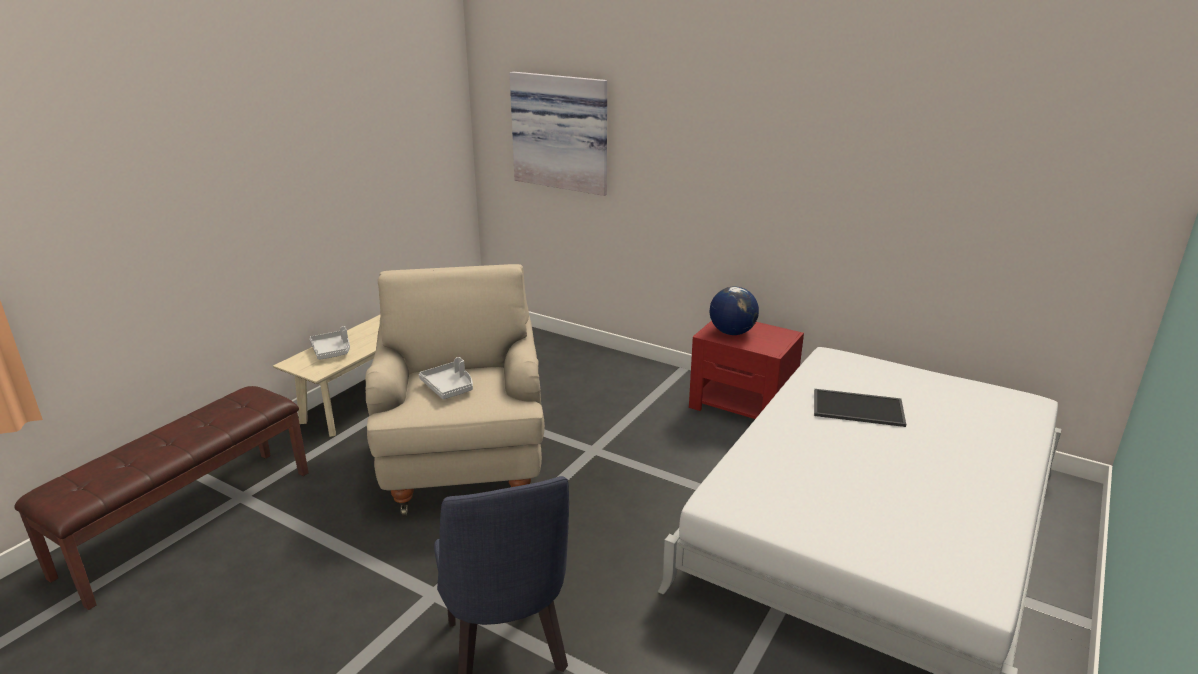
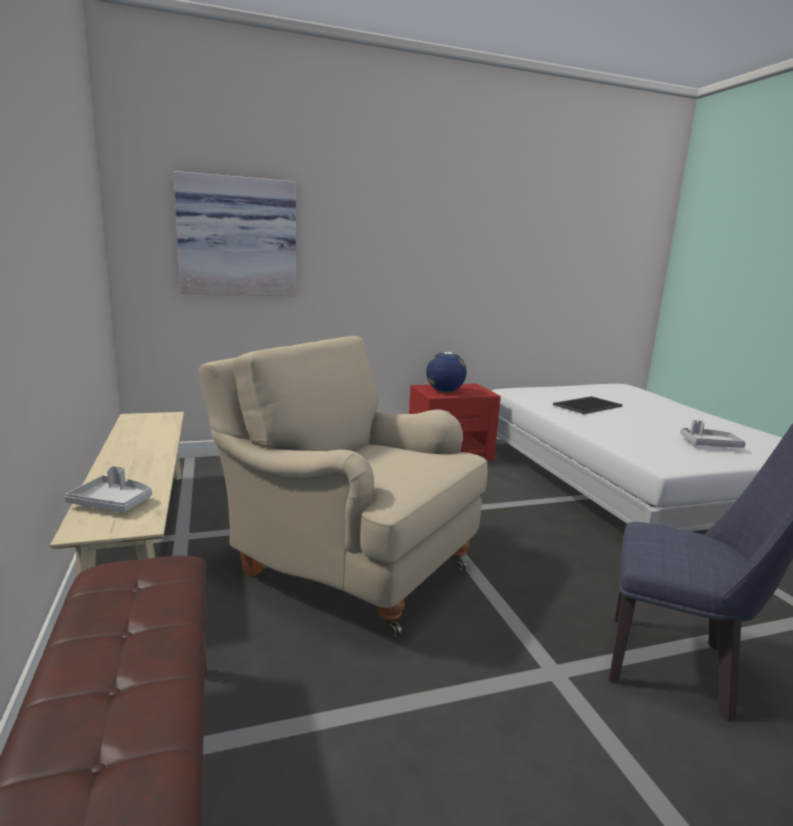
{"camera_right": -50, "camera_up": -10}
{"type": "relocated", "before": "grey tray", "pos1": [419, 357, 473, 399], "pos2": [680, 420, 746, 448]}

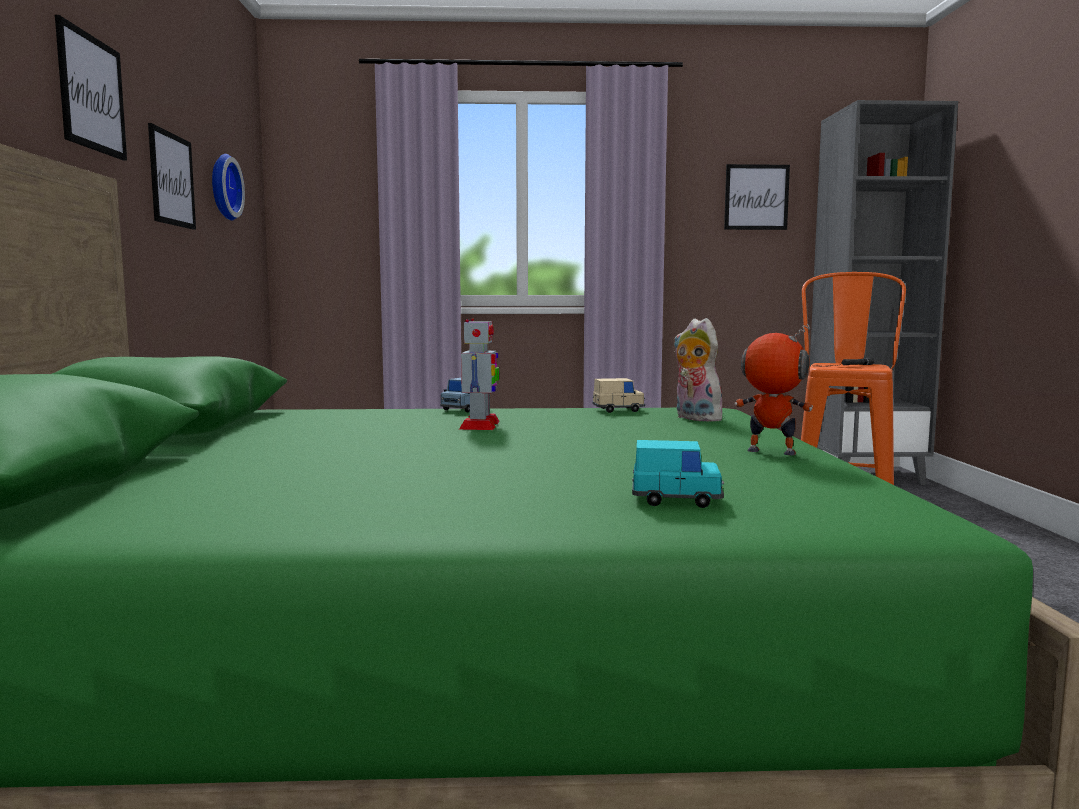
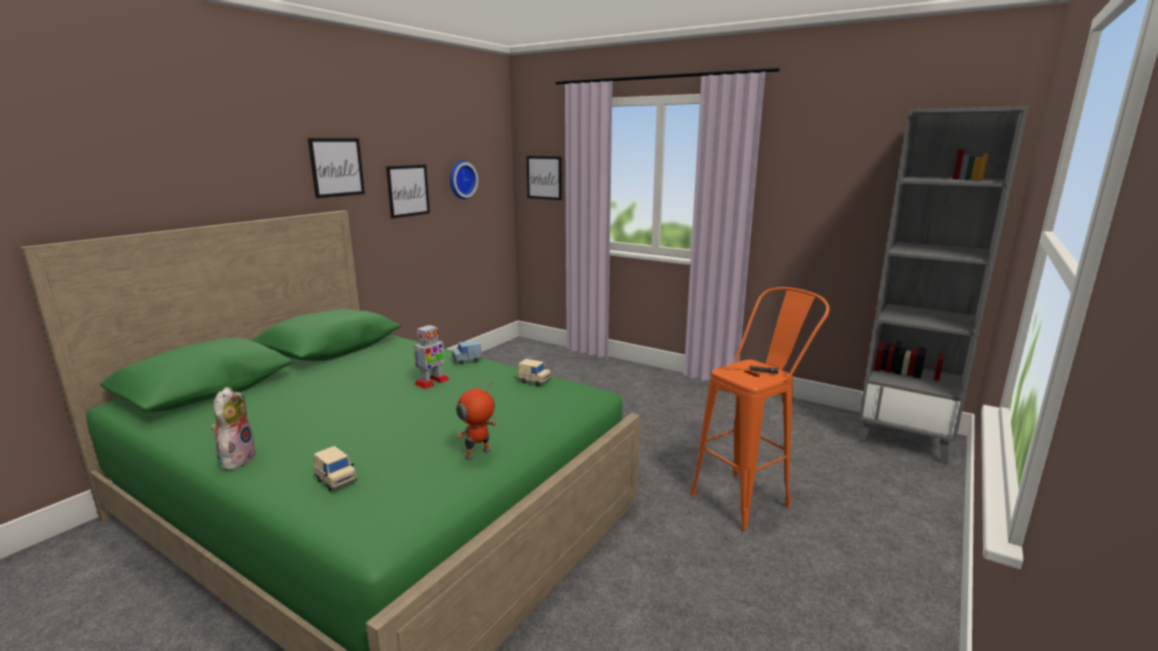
{"camera_right": 35, "camera_up": 10}
{"type": "relocated", "before": "plush toy", "pos1": [673, 318, 724, 422], "pos2": [211, 387, 257, 470]}
{"type": "colour", "before": "turquoise toy car", "after": "beige toy car", "pos1": [632, 440, 724, 508], "pos2": [314, 446, 357, 491]}
{"type": "spun", "before": "toy robot", "pos1": [734, 324, 813, 455], "pos2": [456, 381, 497, 460], "turn": -105}
{"type": "relocated", "before": "picture", "pos1": [724, 164, 790, 230], "pos2": [527, 156, 562, 200]}

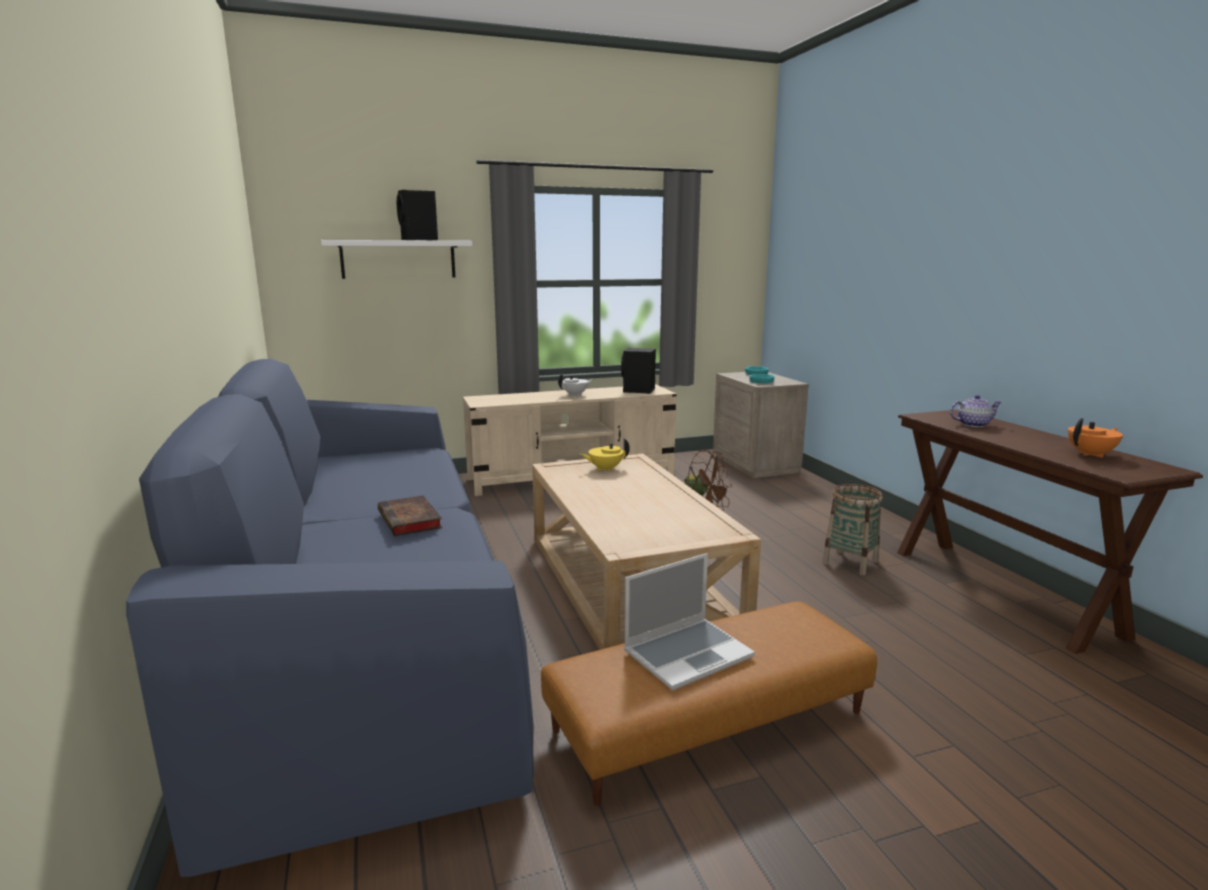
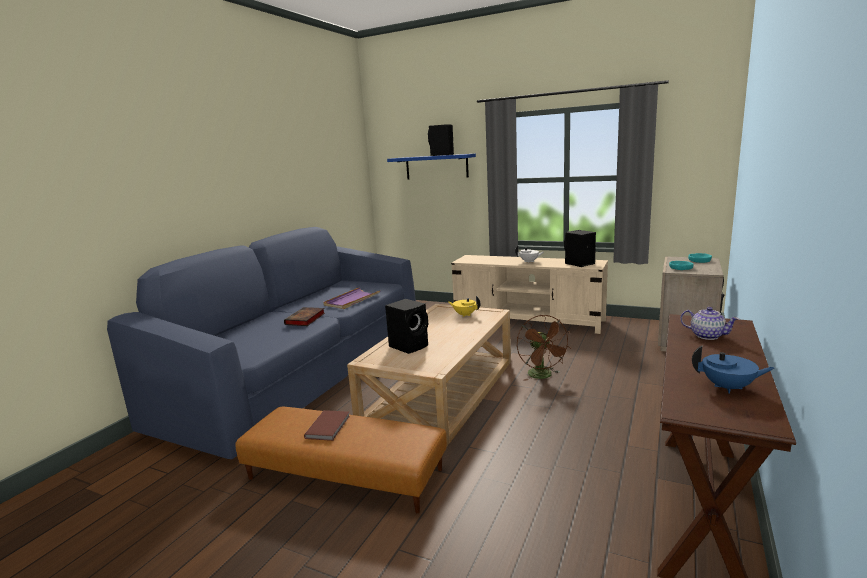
{"camera_right": 45, "camera_up": 0}
{"type": "exchanged", "before": "laptop", "after": "brown book", "pos1": [624, 553, 755, 690], "pos2": [304, 410, 350, 441]}
{"type": "appeared", "after": "purple tray", "pos2": [323, 287, 381, 309]}
{"type": "appeared", "after": "black speaker", "pos2": [385, 299, 428, 354]}
{"type": "colour", "before": "white shelf", "after": "blue shelf", "pos1": [321, 240, 472, 279], "pos2": [387, 154, 476, 179]}
{"type": "colour", "before": "orange teapot", "after": "blue teapot", "pos1": [1068, 418, 1123, 458], "pos2": [692, 346, 774, 394]}
{"type": "missing", "before": "basket", "pos1": [822, 484, 883, 575]}

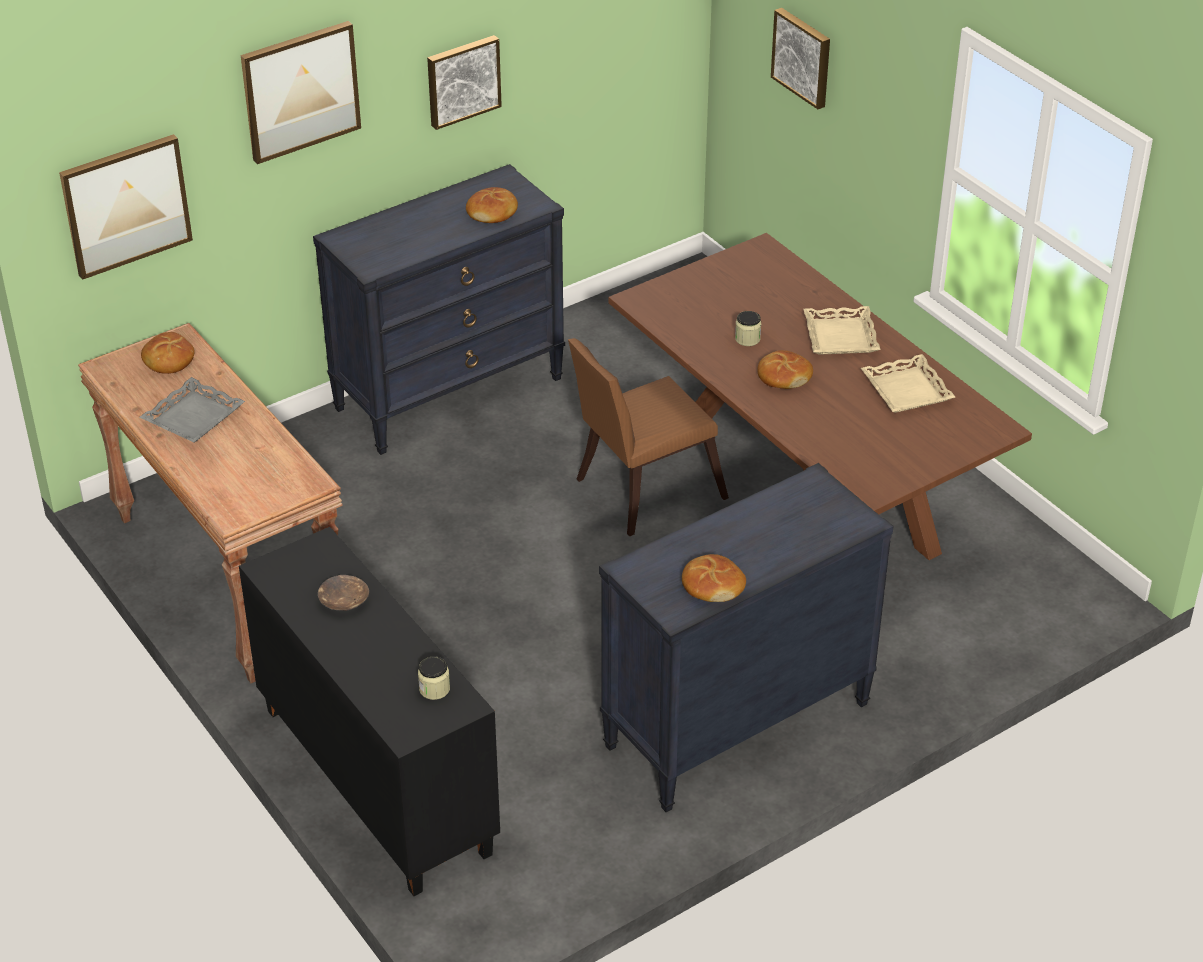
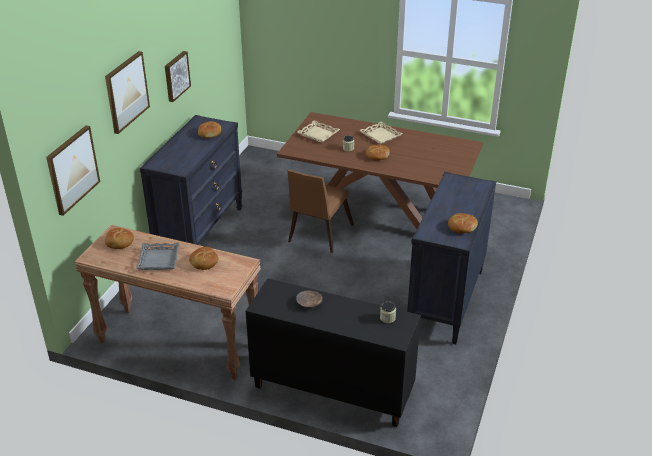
{"camera_right": -35, "camera_up": -5}
{"type": "appeared", "after": "bread", "pos2": [189, 247, 219, 270]}
{"type": "relocated", "before": "beige tray", "pos1": [861, 354, 955, 413], "pos2": [297, 120, 340, 143]}
{"type": "missing", "before": "picture", "pos1": [771, 8, 830, 109]}

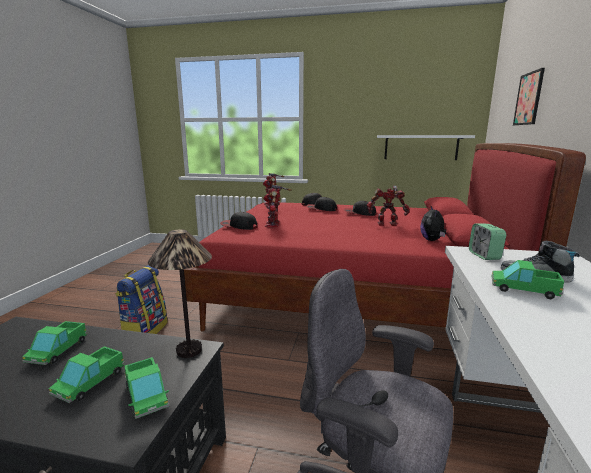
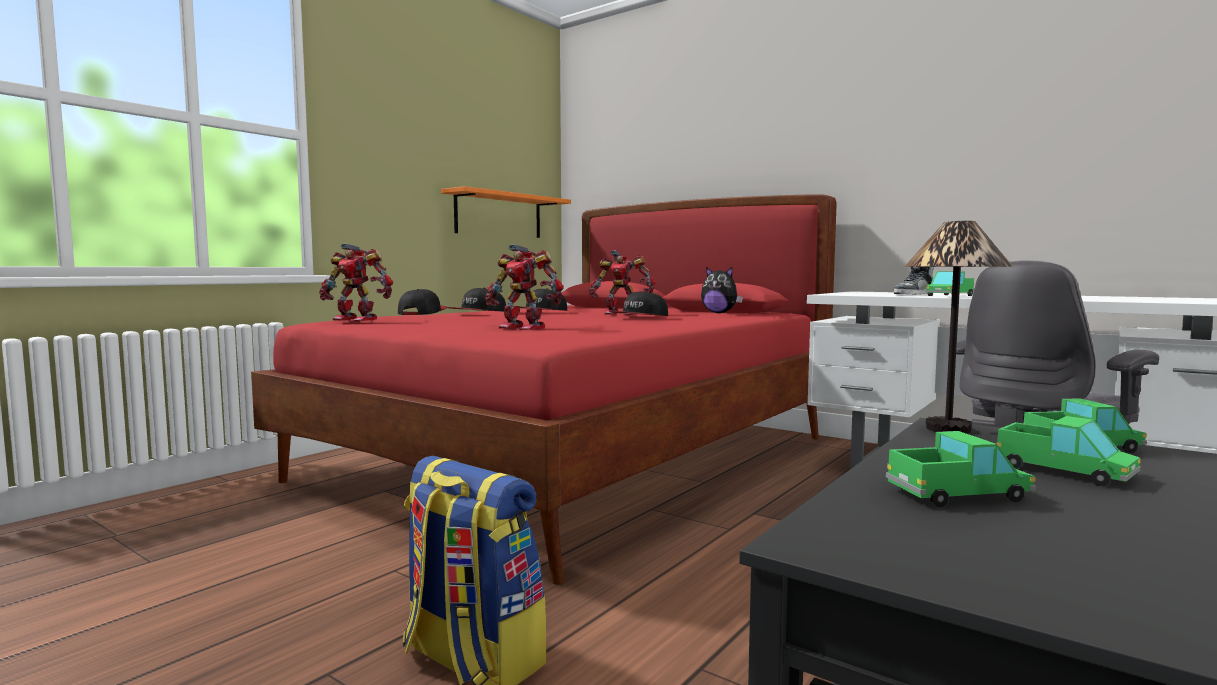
{"camera_right": -65, "camera_up": -10}
{"type": "colour", "before": "white shelf", "after": "orange shelf", "pos1": [377, 135, 475, 160], "pos2": [441, 186, 571, 238]}
{"type": "spun", "before": "toy robot", "pos1": [367, 185, 410, 226], "pos2": [589, 250, 656, 315], "turn": -105}
{"type": "relocated", "before": "cap", "pos1": [220, 212, 258, 230], "pos2": [609, 291, 668, 316]}
{"type": "spun", "before": "toy truck", "pos1": [22, 321, 87, 365], "pos2": [886, 431, 1036, 507], "turn": -45}
{"type": "missing", "before": "alarm clock", "pos1": [469, 223, 506, 260]}
{"type": "missing", "before": "picture", "pos1": [513, 68, 545, 125]}

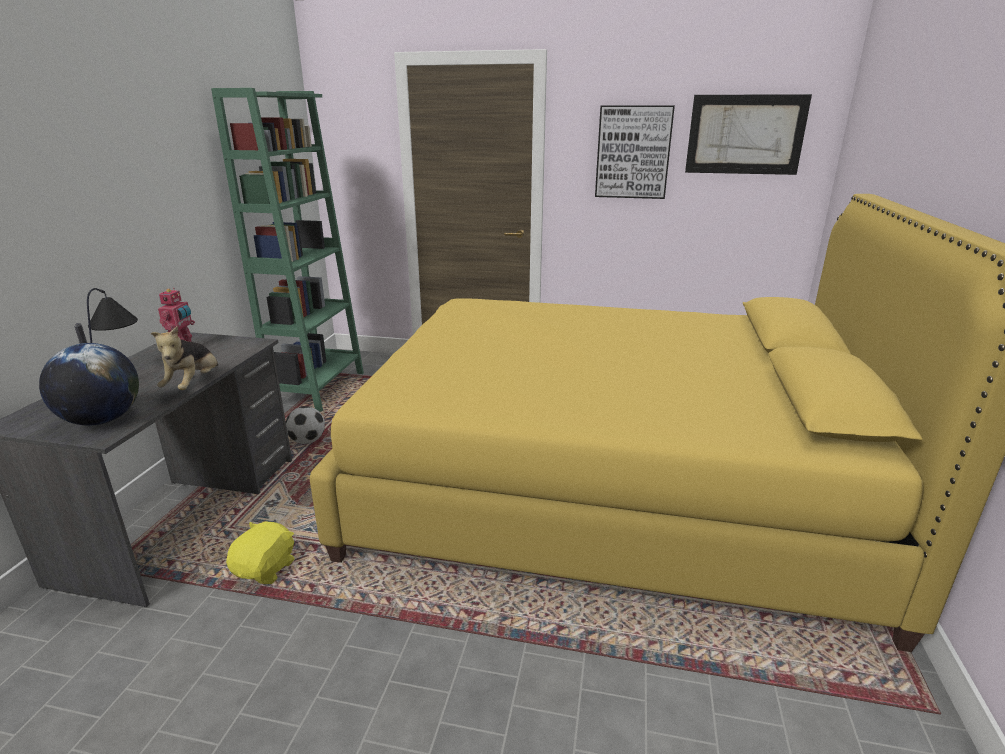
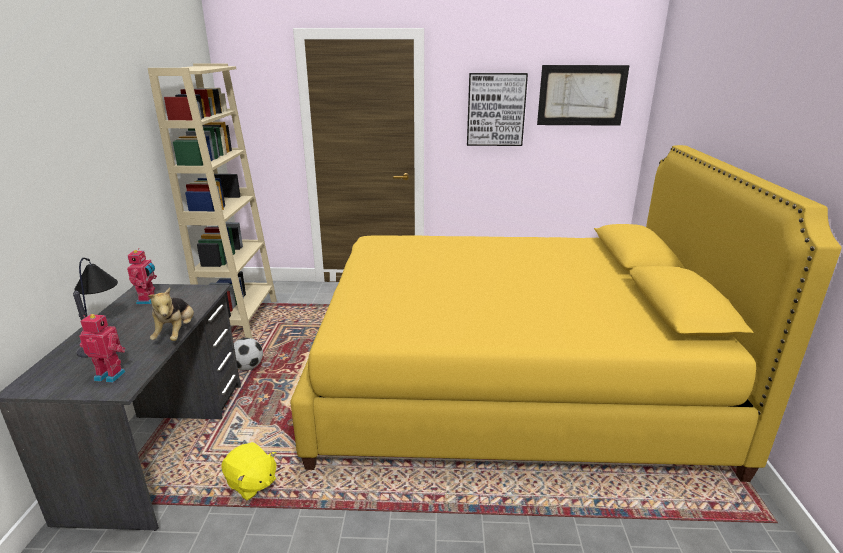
{"camera_right": -10, "camera_up": 0}
{"type": "exchanged", "before": "globe", "after": "toy robot", "pos1": [39, 343, 139, 425], "pos2": [79, 314, 126, 383]}
{"type": "colour", "before": "green bookcase", "after": "beige bookcase", "pos1": [211, 88, 364, 412], "pos2": [148, 63, 277, 338]}
{"type": "spun", "before": "yellow plush toy", "pos1": [226, 521, 295, 584], "pos2": [221, 442, 277, 500], "turn": 120}

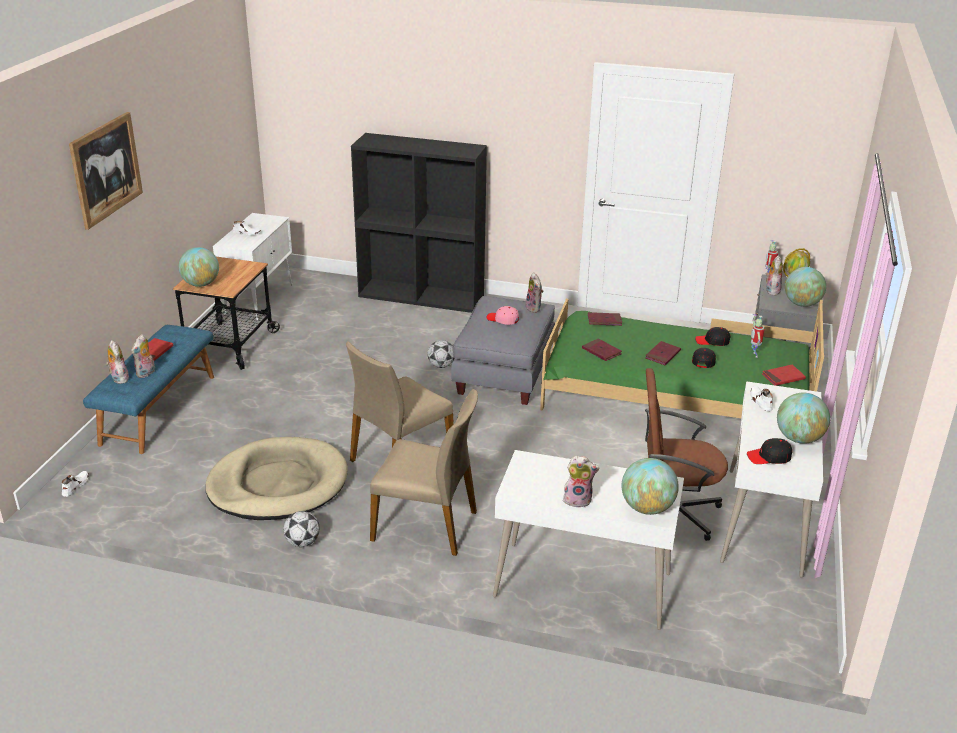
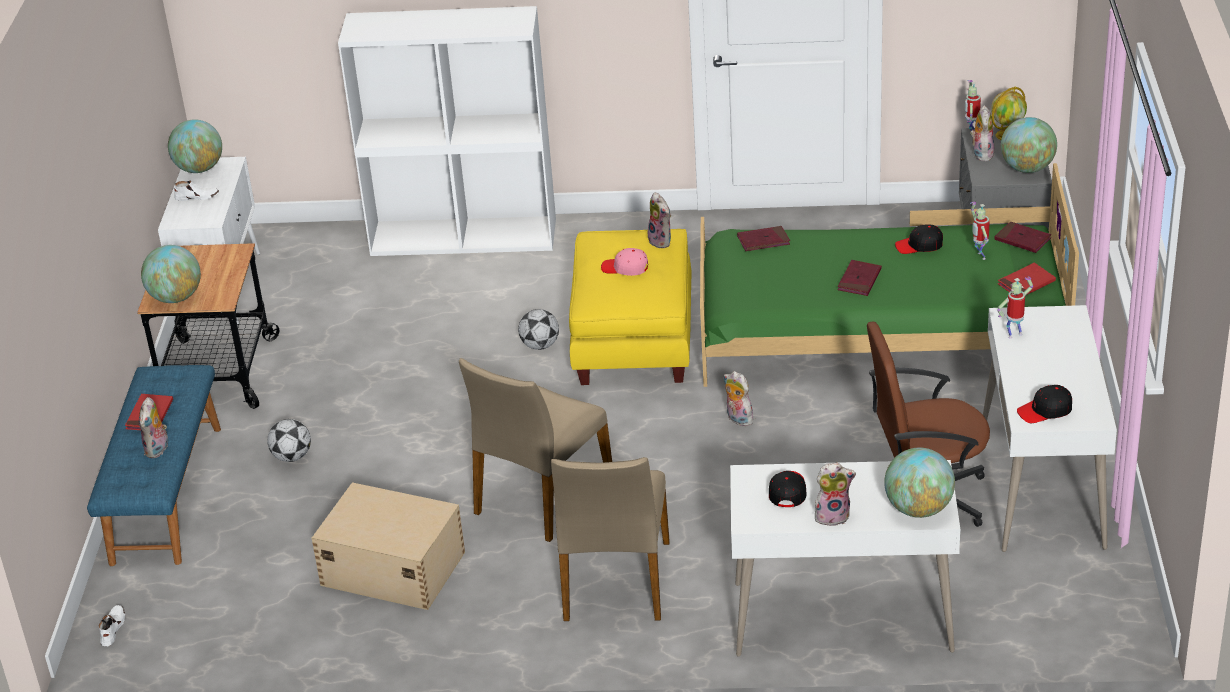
{"camera_right": -10, "camera_up": 5}
{"type": "relocated", "before": "globe", "pos1": [777, 393, 830, 444], "pos2": [168, 119, 222, 173]}
{"type": "relocated", "before": "football", "pos1": [283, 511, 320, 547], "pos2": [267, 419, 311, 462]}
{"type": "exchanged", "before": "beige dog bed", "after": "beige storage box", "pos1": [205, 437, 348, 520], "pos2": [311, 482, 465, 610]}
{"type": "colour", "before": "black bookcase", "after": "white bookcase", "pos1": [351, 133, 487, 313], "pos2": [338, 6, 556, 256]}
{"type": "spun", "before": "beige chair", "pos1": [370, 389, 478, 556], "pos2": [551, 457, 669, 621], "turn": 90}
{"type": "colour", "before": "grey ottoman", "after": "yellow ottoman", "pos1": [451, 296, 555, 405], "pos2": [569, 229, 692, 385]}
{"type": "relocated", "before": "plush toy", "pos1": [106, 340, 129, 384], "pos2": [724, 371, 757, 426]}
{"type": "relocated", "before": "black cap", "pos1": [692, 348, 716, 368], "pos2": [769, 471, 806, 507]}
{"type": "relocated", "before": "red book", "pos1": [582, 338, 622, 361], "pos2": [994, 222, 1051, 253]}
{"type": "exchanged", "before": "white shoe", "after": "toy robot", "pos1": [750, 386, 773, 411], "pos2": [997, 277, 1033, 339]}
{"type": "missing", "before": "picture", "pos1": [69, 112, 143, 230]}

